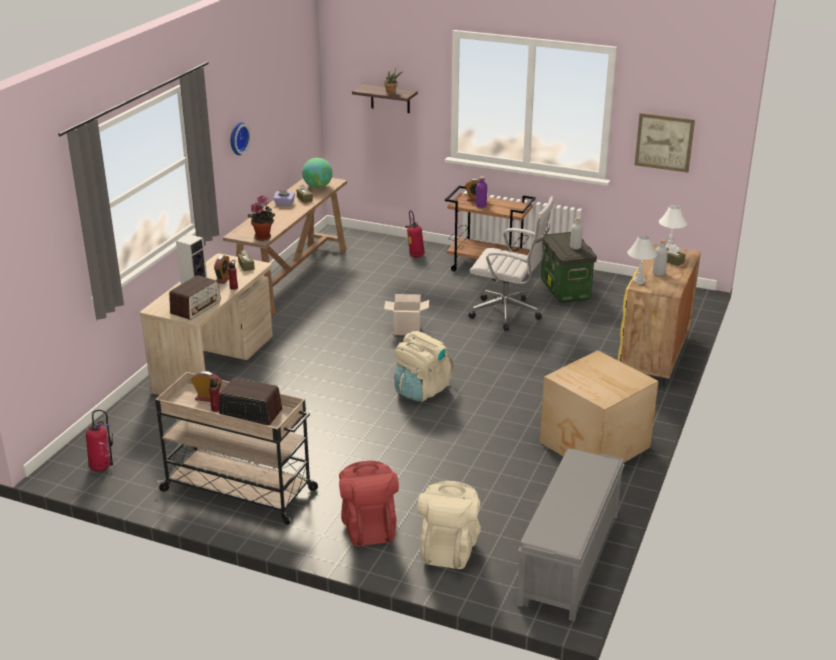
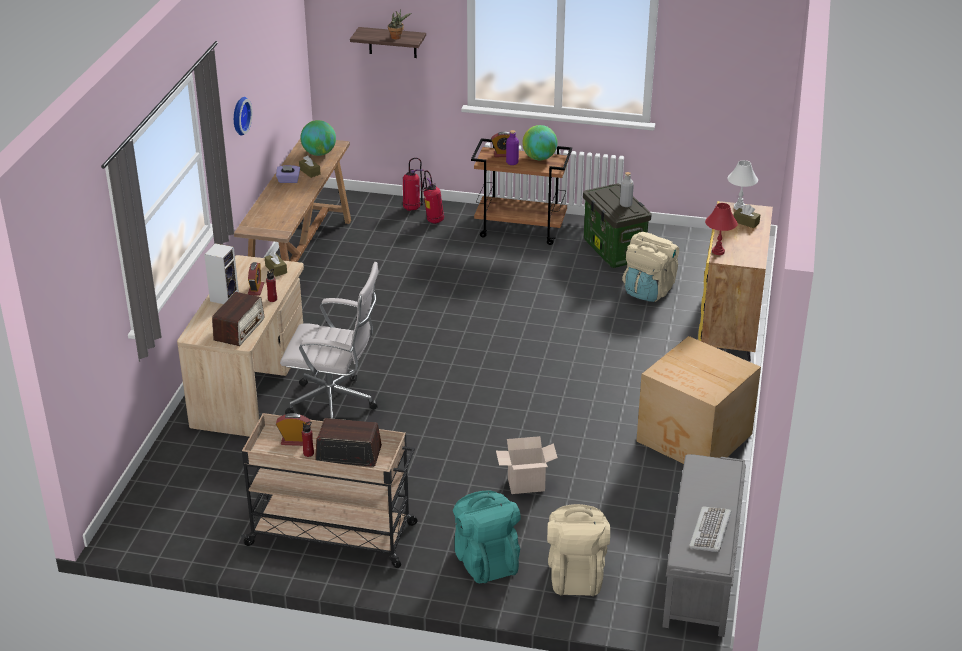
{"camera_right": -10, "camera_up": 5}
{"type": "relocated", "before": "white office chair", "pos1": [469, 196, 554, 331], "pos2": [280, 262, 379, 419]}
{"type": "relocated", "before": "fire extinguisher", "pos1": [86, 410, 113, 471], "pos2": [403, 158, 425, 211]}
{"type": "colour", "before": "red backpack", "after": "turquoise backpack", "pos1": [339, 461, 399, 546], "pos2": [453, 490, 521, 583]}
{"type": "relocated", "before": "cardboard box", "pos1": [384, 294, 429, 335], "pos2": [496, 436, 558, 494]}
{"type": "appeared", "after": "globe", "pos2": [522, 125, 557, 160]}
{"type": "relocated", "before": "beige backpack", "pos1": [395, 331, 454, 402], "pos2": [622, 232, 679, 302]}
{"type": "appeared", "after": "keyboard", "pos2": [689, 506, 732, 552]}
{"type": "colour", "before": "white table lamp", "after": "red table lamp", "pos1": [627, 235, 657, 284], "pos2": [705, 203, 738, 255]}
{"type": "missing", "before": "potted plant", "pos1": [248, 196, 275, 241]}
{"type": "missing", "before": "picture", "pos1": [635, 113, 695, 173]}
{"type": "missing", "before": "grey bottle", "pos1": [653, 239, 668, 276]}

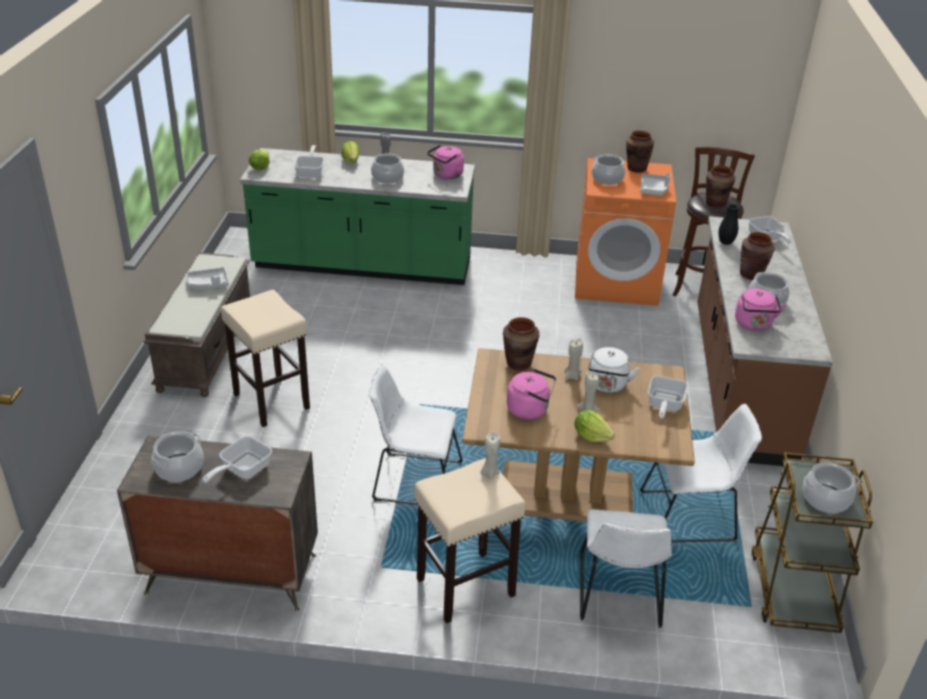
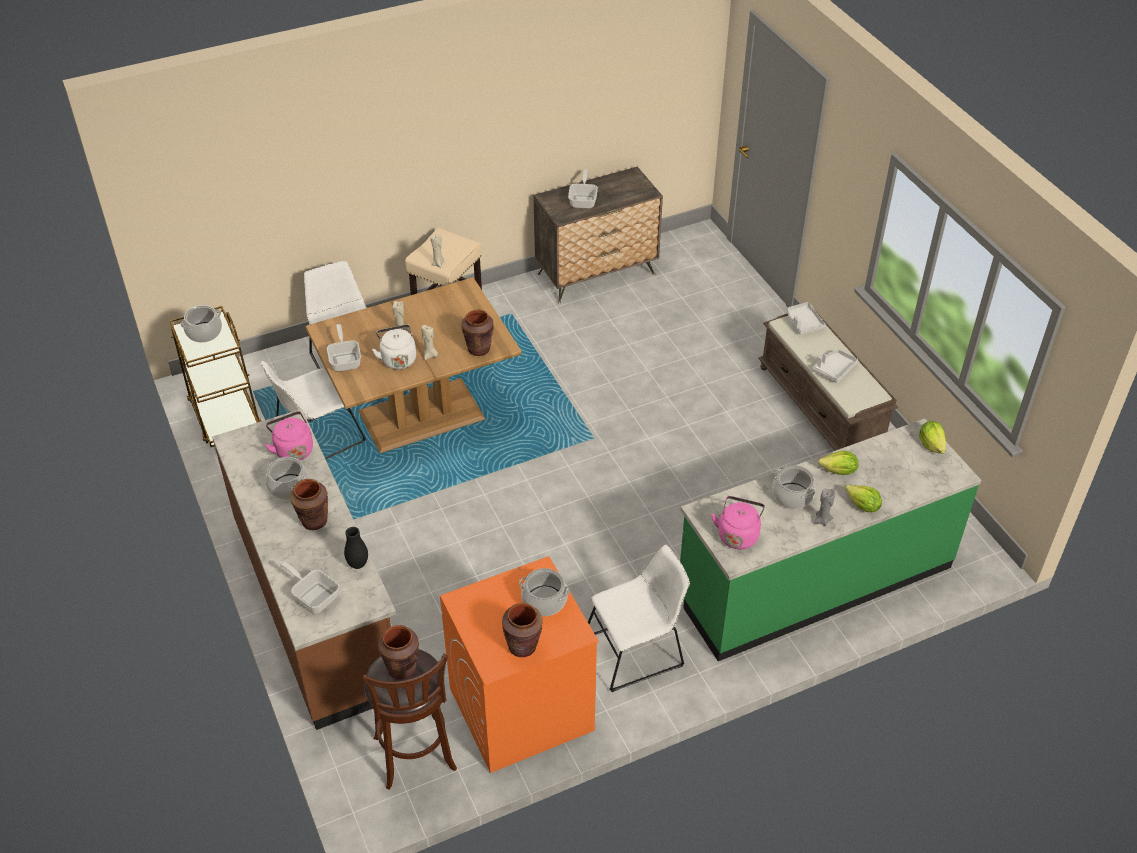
{"camera_right": 150, "camera_up": 10}
{"type": "relocated", "before": "white chair", "pos1": [369, 364, 463, 505], "pos2": [588, 545, 690, 692]}
{"type": "relocated", "before": "grey tray", "pos1": [640, 173, 670, 195], "pos2": [788, 302, 826, 335]}
{"type": "relocated", "before": "lettuce", "pos1": [574, 410, 615, 442], "pos2": [818, 451, 859, 475]}
{"type": "missing", "before": "cooking pot", "pos1": [151, 431, 204, 482]}
{"type": "missing", "before": "beige stool", "pos1": [221, 290, 310, 427]}
{"type": "missing", "before": "frying pan", "pos1": [294, 145, 324, 178]}
{"type": "missing", "before": "pink kettle", "pos1": [507, 369, 556, 419]}

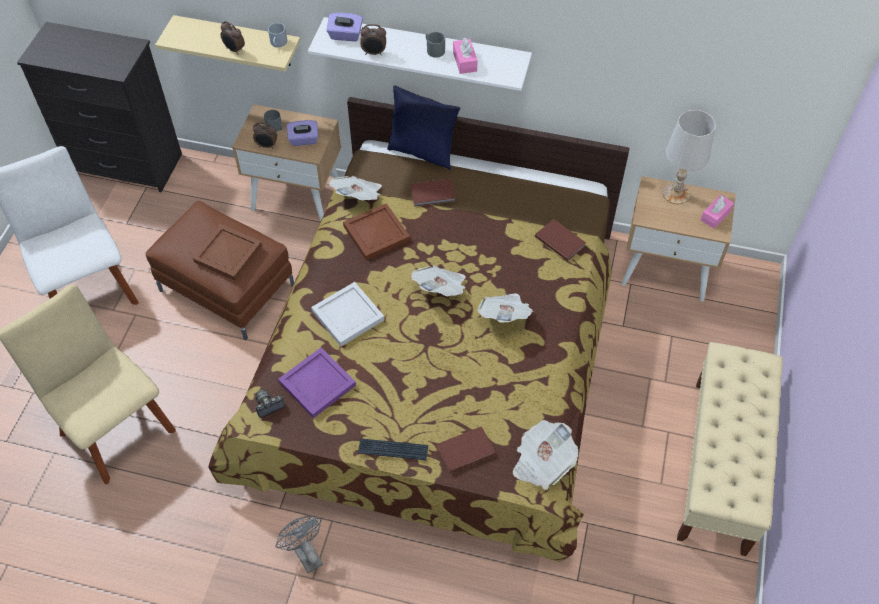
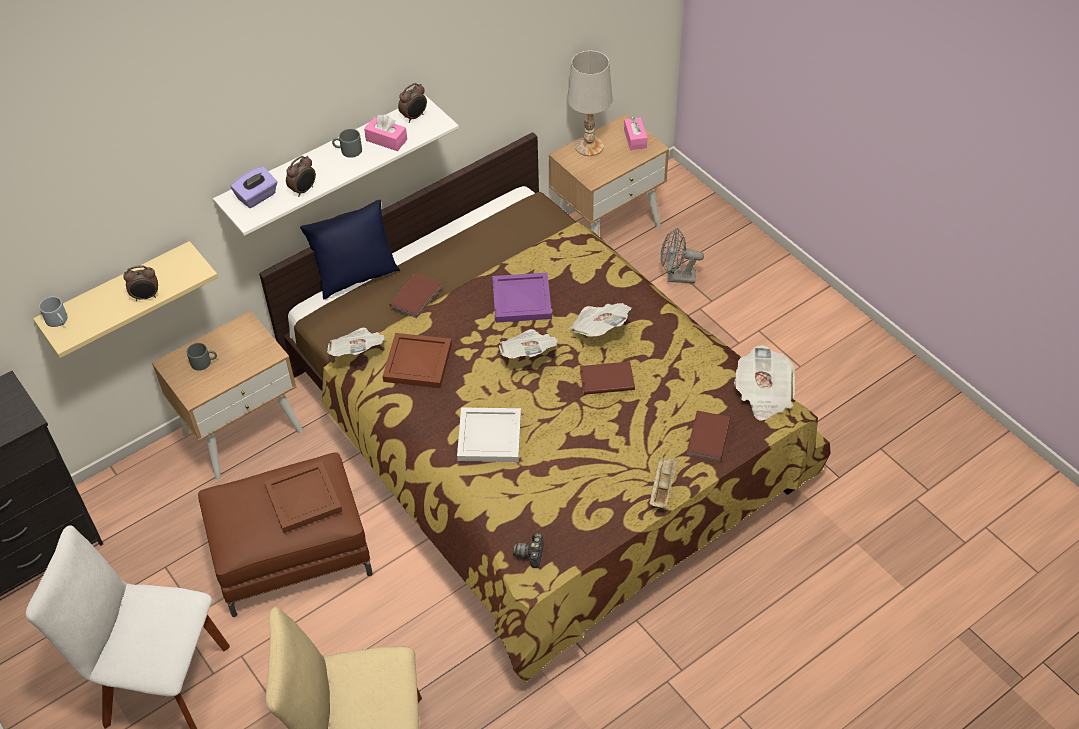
{"camera_right": -50, "camera_up": -5}
{"type": "relocated", "before": "grey mug", "pos1": [268, 23, 287, 47], "pos2": [39, 297, 68, 327]}
{"type": "relocated", "before": "alarm clock", "pos1": [253, 122, 277, 149], "pos2": [398, 83, 427, 123]}
{"type": "relocated", "before": "purple tray", "pos1": [278, 348, 356, 418], "pos2": [492, 273, 552, 323]}
{"type": "relocated", "before": "brown book", "pos1": [535, 219, 586, 261], "pos2": [580, 361, 635, 395]}
{"type": "exchanged", "before": "keyboard", "after": "beige tray", "pos1": [358, 438, 428, 460], "pos2": [649, 458, 678, 508]}
{"type": "relocated", "before": "grey fan", "pos1": [276, 516, 323, 573], "pos2": [661, 228, 704, 283]}
{"type": "missing", "before": "purple tissue box", "pos1": [286, 120, 318, 146]}
{"type": "missing", "before": "beige bench", "pos1": [677, 342, 783, 556]}

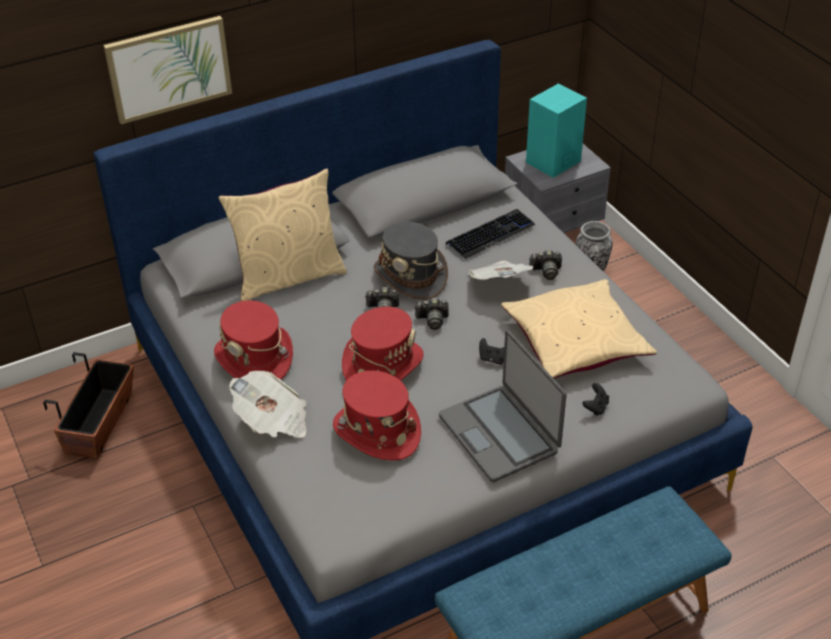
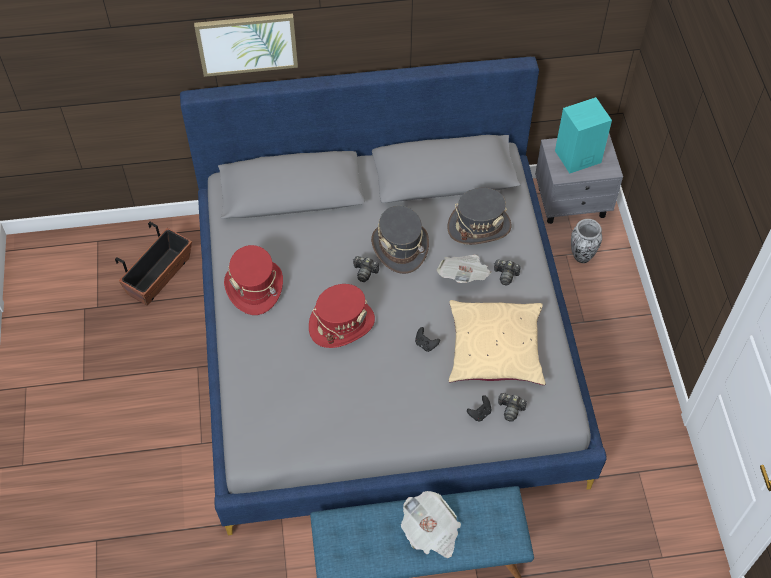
{"camera_right": 20, "camera_up": 15}
{"type": "relocated", "before": "newspaper", "pos1": [229, 371, 307, 438], "pos2": [401, 491, 461, 558]}
{"type": "exchanged", "before": "keyboard", "after": "grey hat", "pos1": [446, 209, 535, 259], "pos2": [447, 188, 511, 245]}
{"type": "relocated", "before": "photo camera", "pos1": [414, 298, 449, 330], "pos2": [498, 393, 527, 422]}
{"type": "missing", "before": "beige pillow", "pos1": [218, 169, 347, 301]}
{"type": "missing", "before": "red hat", "pos1": [333, 371, 421, 460]}
{"type": "missing", "before": "laptop", "pos1": [439, 330, 566, 482]}

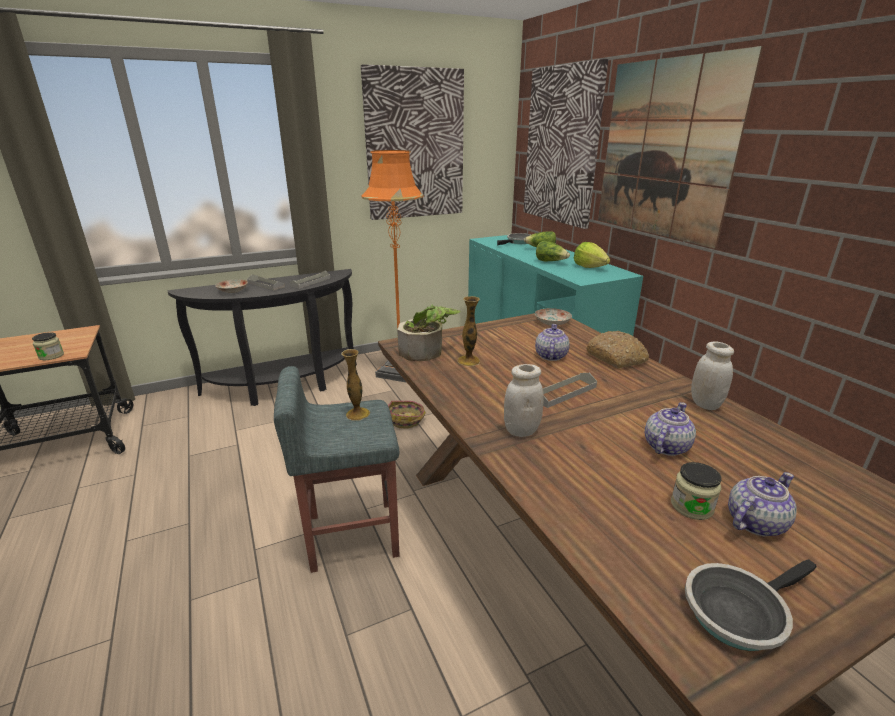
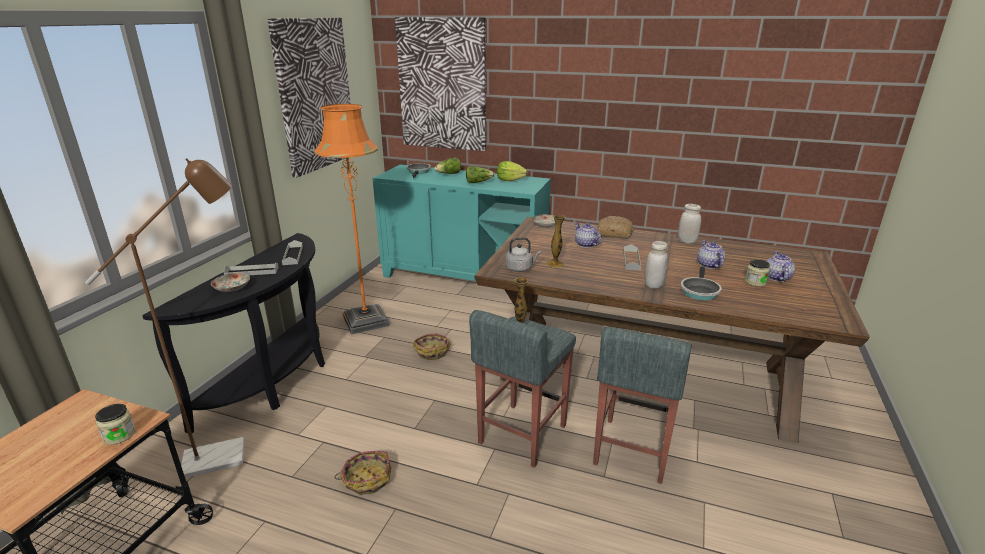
{"camera_right": -45, "camera_up": 0}
{"type": "appeared", "after": "brown floor lamp", "pos2": [85, 158, 244, 478]}
{"type": "appeared", "after": "basket", "pos2": [334, 451, 391, 495]}
{"type": "exchanged", "before": "potted plant", "after": "grey kettle", "pos1": [397, 305, 460, 361], "pos2": [505, 237, 541, 272]}
{"type": "appeared", "after": "grey stool", "pos2": [593, 327, 692, 484]}
{"type": "relocated", "before": "frying pan", "pos1": [685, 559, 817, 651], "pos2": [681, 266, 722, 301]}
{"type": "missing", "before": "picture", "pos1": [598, 46, 763, 249]}

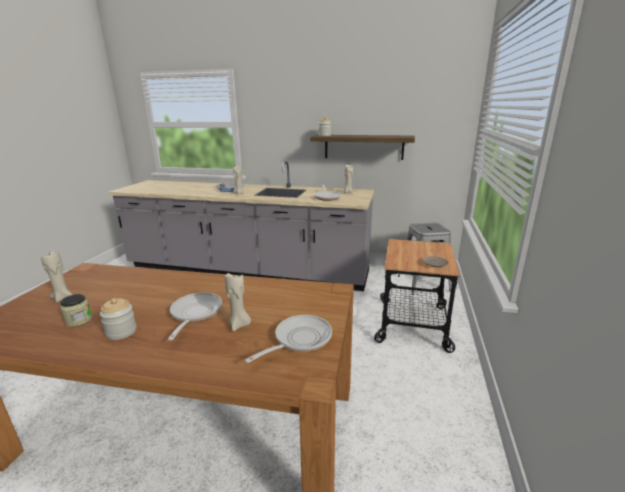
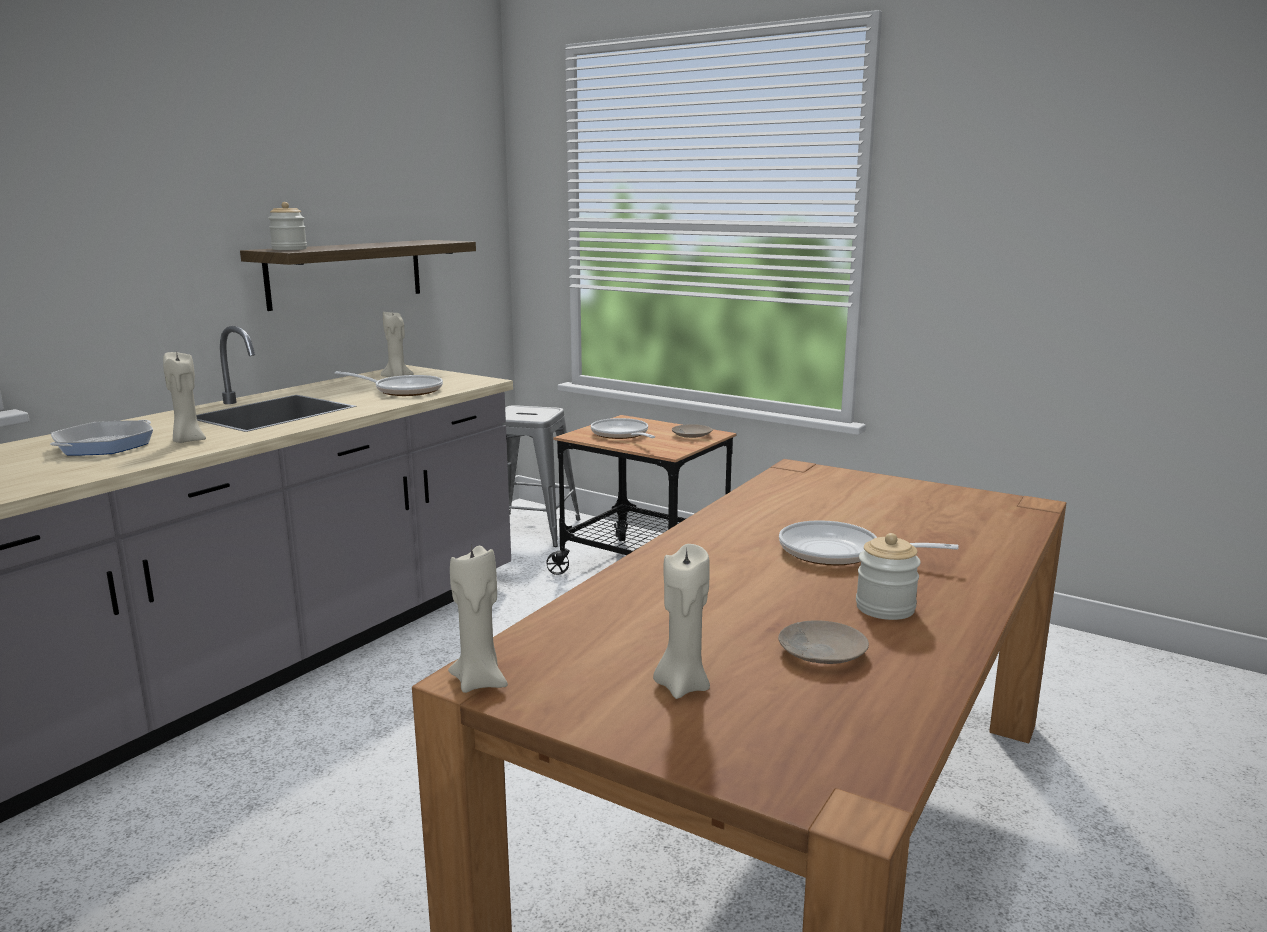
{"camera_right": -70, "camera_up": -5}
{"type": "relocated", "before": "beige candle", "pos1": [225, 272, 251, 331], "pos2": [448, 545, 508, 693]}
{"type": "relocated", "before": "frying pan", "pos1": [245, 315, 332, 363], "pos2": [591, 418, 655, 439]}
{"type": "exchanged", "before": "jar", "after": "beige plate", "pos1": [60, 294, 92, 327], "pos2": [778, 620, 869, 664]}

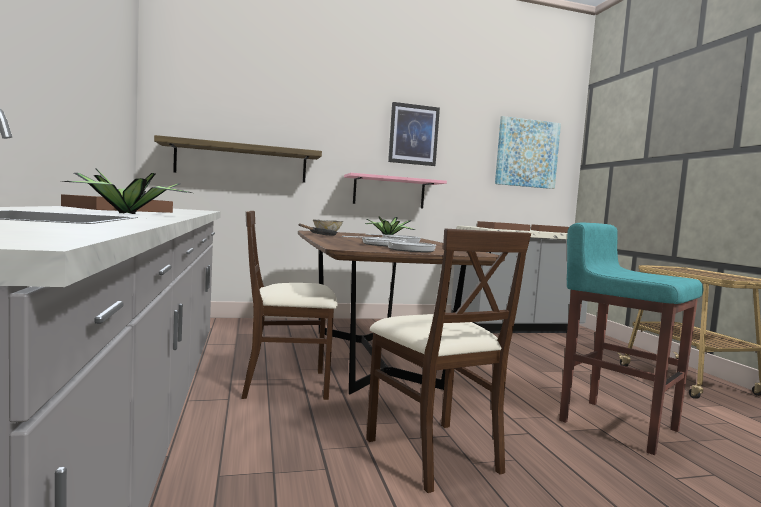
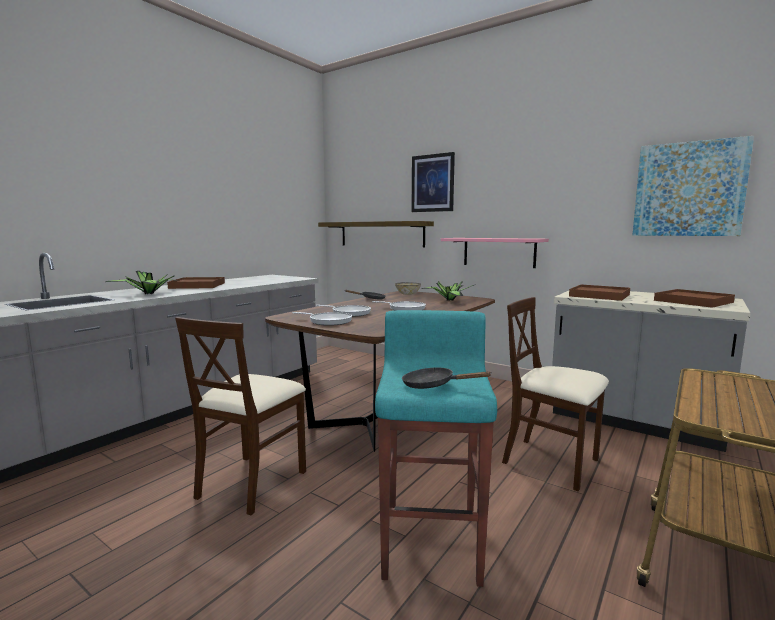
{"camera_right": 50, "camera_up": 5}
{"type": "appeared", "after": "black frying pan", "pos2": [402, 367, 492, 389]}
{"type": "relocated", "before": "picture", "pos1": [388, 102, 440, 166], "pos2": [411, 152, 455, 212]}
{"type": "relocated", "before": "beige chair", "pos1": [241, 211, 338, 400], "pos2": [502, 297, 609, 492]}

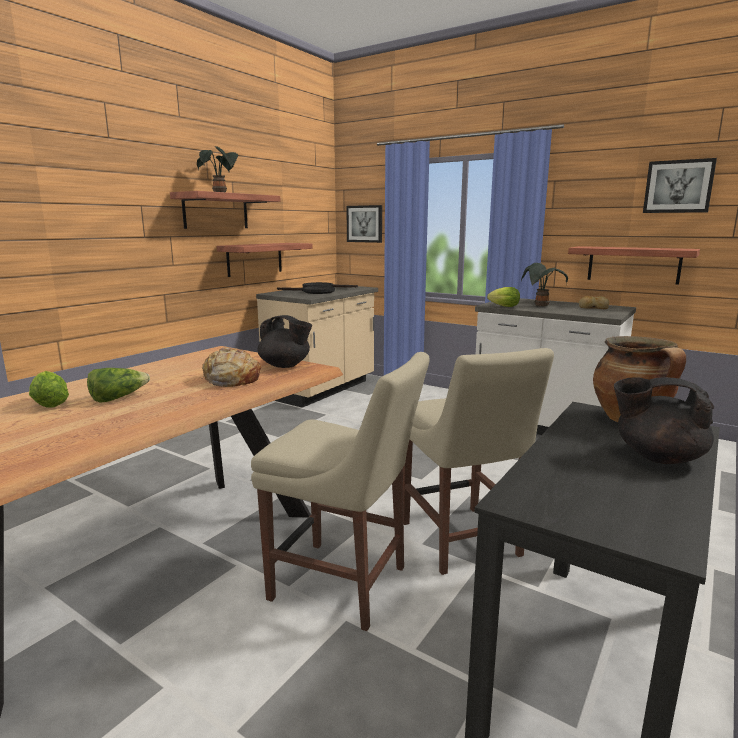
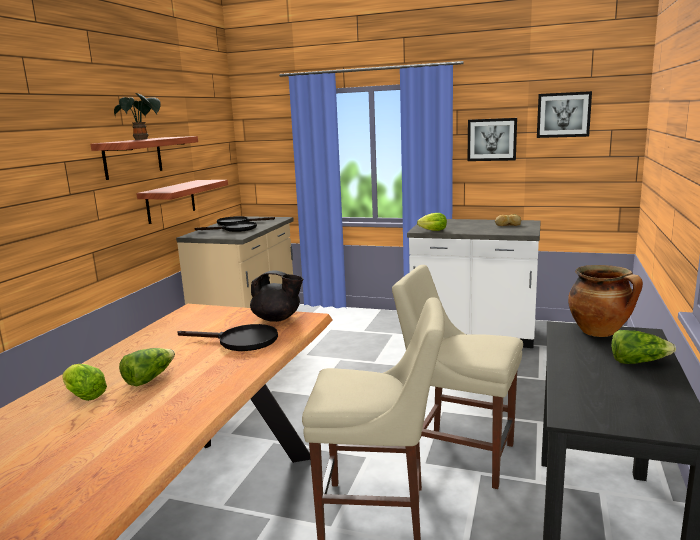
{"camera_right": -15, "camera_up": 0}
{"type": "exchanged", "before": "bread", "after": "black frying pan", "pos1": [202, 347, 261, 387], "pos2": [178, 324, 278, 351]}
{"type": "spun", "before": "beige chair", "pos1": [403, 348, 554, 575], "pos2": [392, 265, 523, 489], "turn": 150}
{"type": "relocated", "before": "picture", "pos1": [346, 205, 382, 243], "pos2": [467, 118, 517, 161]}
{"type": "exchanged", "before": "black teapot", "after": "lettuce", "pos1": [614, 377, 714, 464], "pos2": [611, 330, 676, 364]}
{"type": "missing", "before": "potted plant", "pos1": [521, 263, 568, 307]}
{"type": "missing", "before": "shelf", "pos1": [568, 246, 700, 285]}

